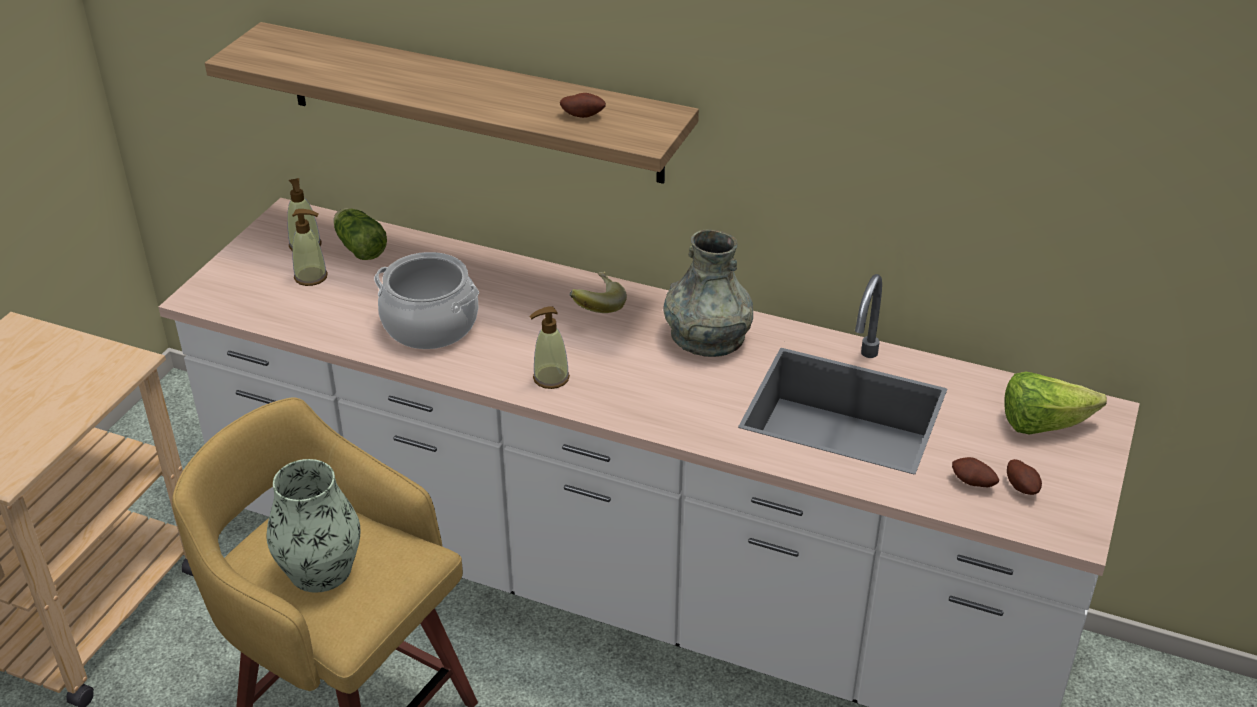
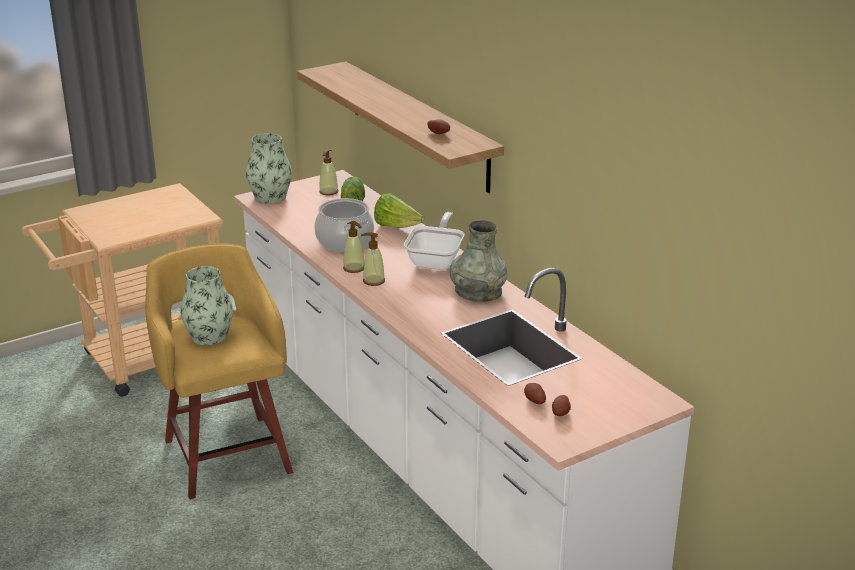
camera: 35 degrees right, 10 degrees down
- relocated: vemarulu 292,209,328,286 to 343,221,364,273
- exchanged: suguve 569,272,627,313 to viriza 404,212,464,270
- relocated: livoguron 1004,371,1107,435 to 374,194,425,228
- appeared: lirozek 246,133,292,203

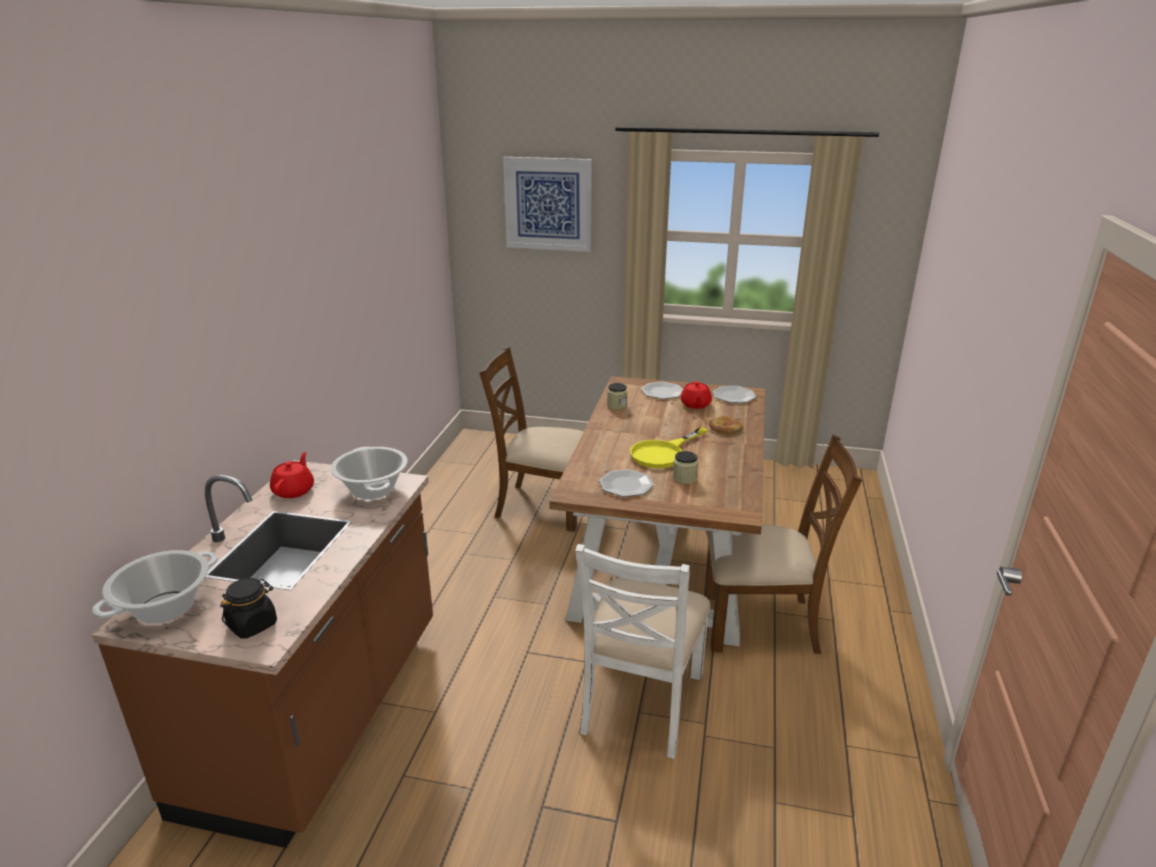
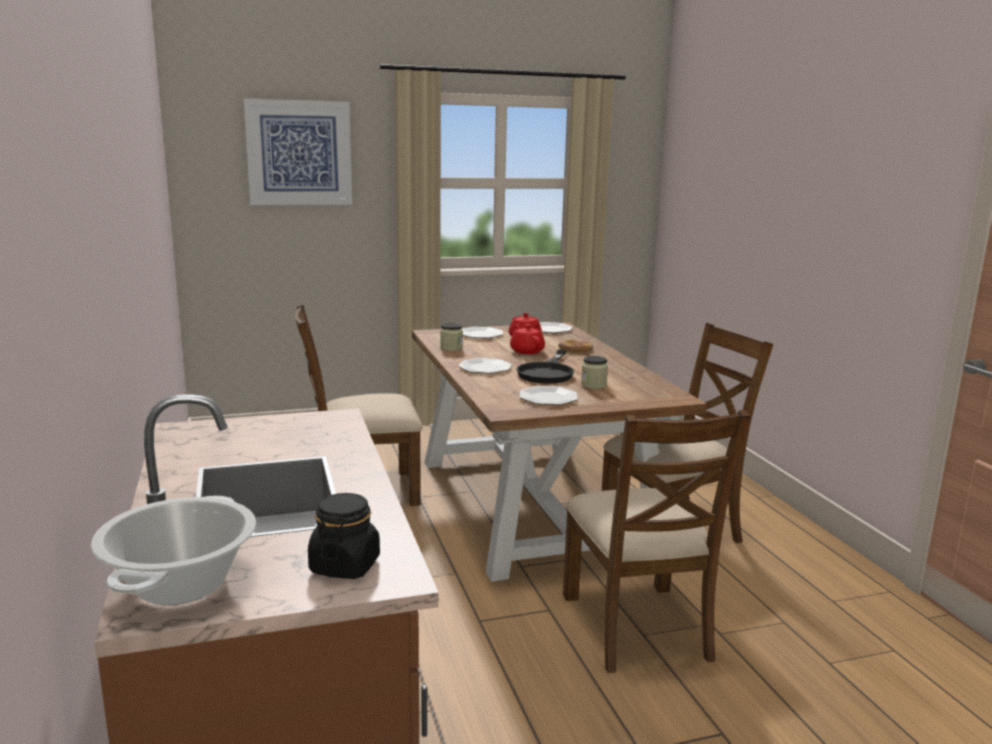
camera: 30 degrees left, 10 degrees down
- colour: yellow viriza 630,427,707,468 to black viriza 516,350,574,384
- missing: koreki 330,447,408,499
- relocated: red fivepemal 270,452,314,498 to 510,324,545,354
- colour: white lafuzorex 575,544,711,759 to brown lafuzorex 563,410,750,673
- appeared: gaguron 458,358,512,374

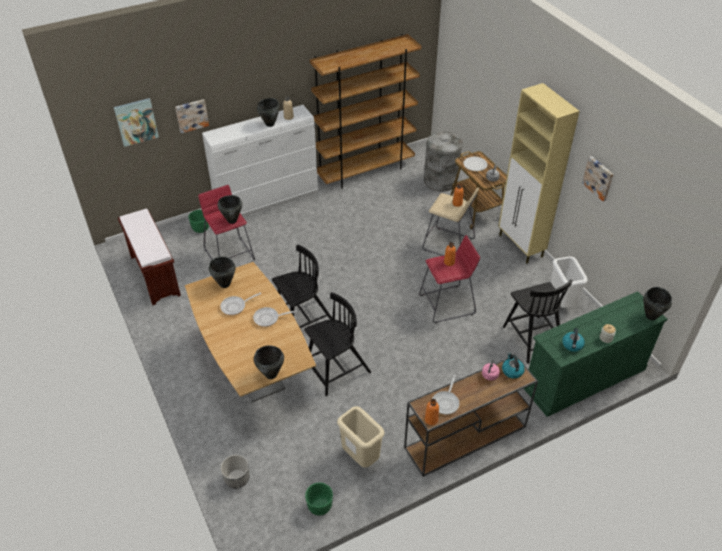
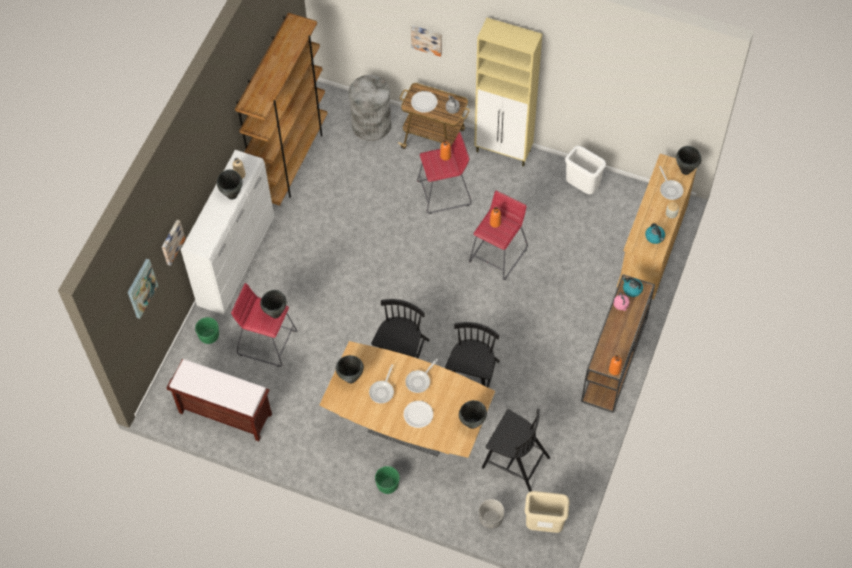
camera: 40 degrees left, 15 degrees up
- relocated: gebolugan 582,156,614,201 to 411,25,442,57
- colour: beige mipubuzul 422,188,479,256 to red mipubuzul 417,132,472,214
- relocated: black lafuzorex 503,279,573,364 to 482,409,550,492
- colour: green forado 523,291,667,417 to beige forado 617,154,697,299
- relocated: viriza 432,375,459,415 to 659,166,683,200
- relocated: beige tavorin 337,406,385,467 to 525,491,569,533
- relocated: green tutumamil 305,483,333,516 to 375,466,400,494
- appeared: white gaguron 404,401,433,428

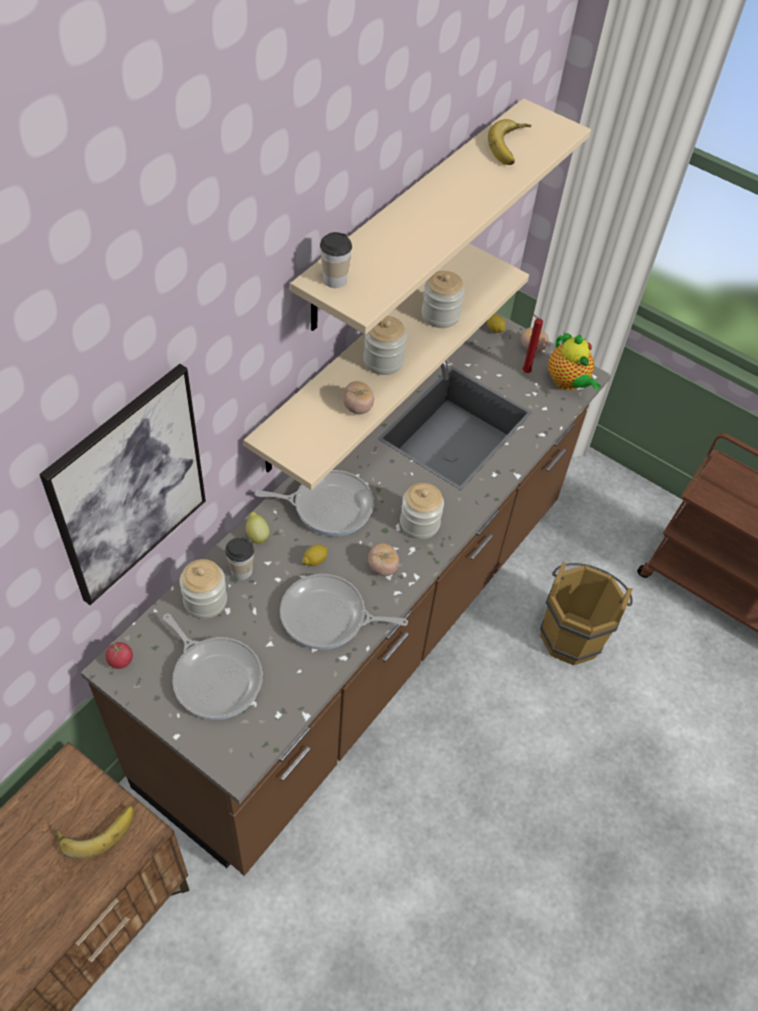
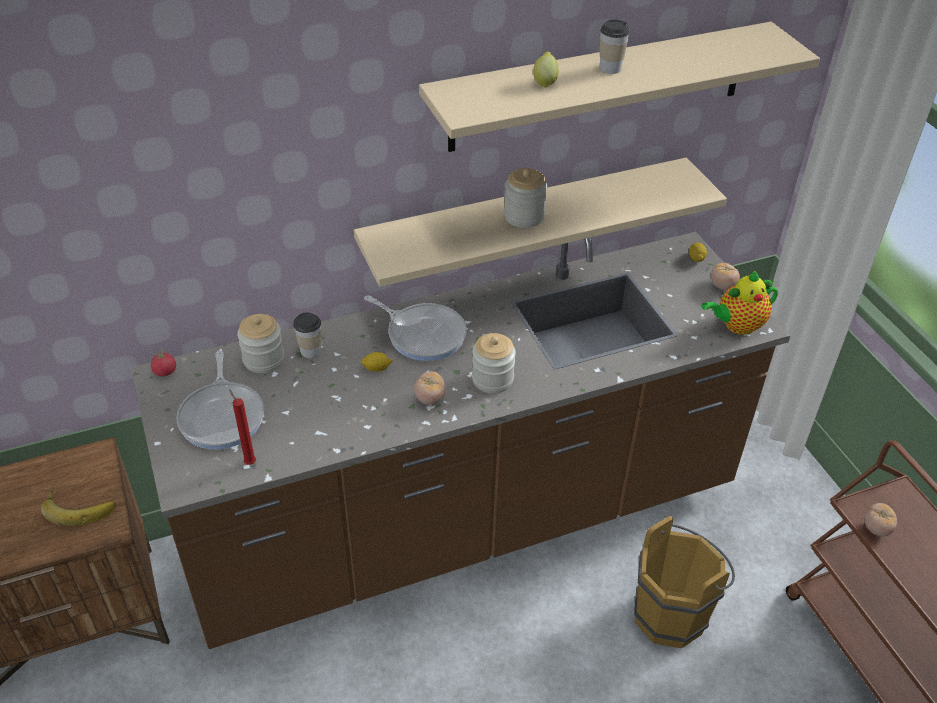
camera: 35 degrees right, 10 degrees down
- missing: suguve 488,119,531,165
- relocated: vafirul 320,232,352,288 to 600,19,630,74
- missing: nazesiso 422,271,465,328
- relocated: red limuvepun 522,313,543,373 to 229,389,256,465
- spun: fivepemal 548,332,601,391 = 702,271,778,335 60 degrees clockwise
- missing: gebolugan 39,364,206,605
- relocated: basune 343,381,374,414 to 864,503,897,537
- relocated: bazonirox 246,511,270,544 to 533,52,559,88
- missing: viriza 280,574,408,650

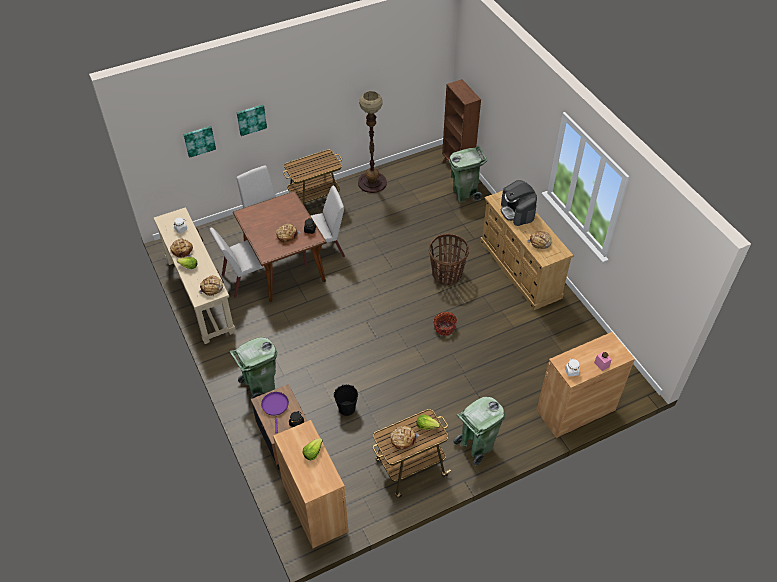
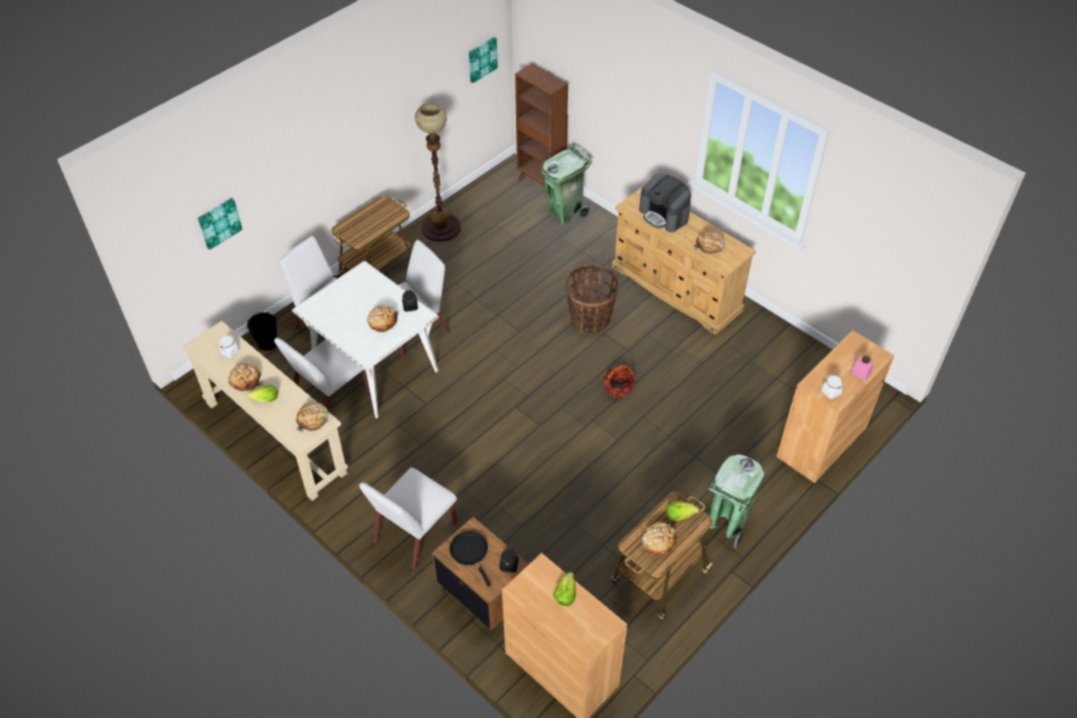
camera: 20 degrees left, 0 degrees up
- relocated: gebolugan 237,105,267,136 to 469,37,498,83
- colour: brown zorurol 233,191,327,302 to white zorurol 292,260,439,418
- exchanged: green tavorin 230,337,277,399 to white lafuzorex 359,467,457,570
- relocated: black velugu 334,384,358,416 to 247,312,277,351
- colour: purple viriza 261,392,289,433 to black viriza 450,531,491,587

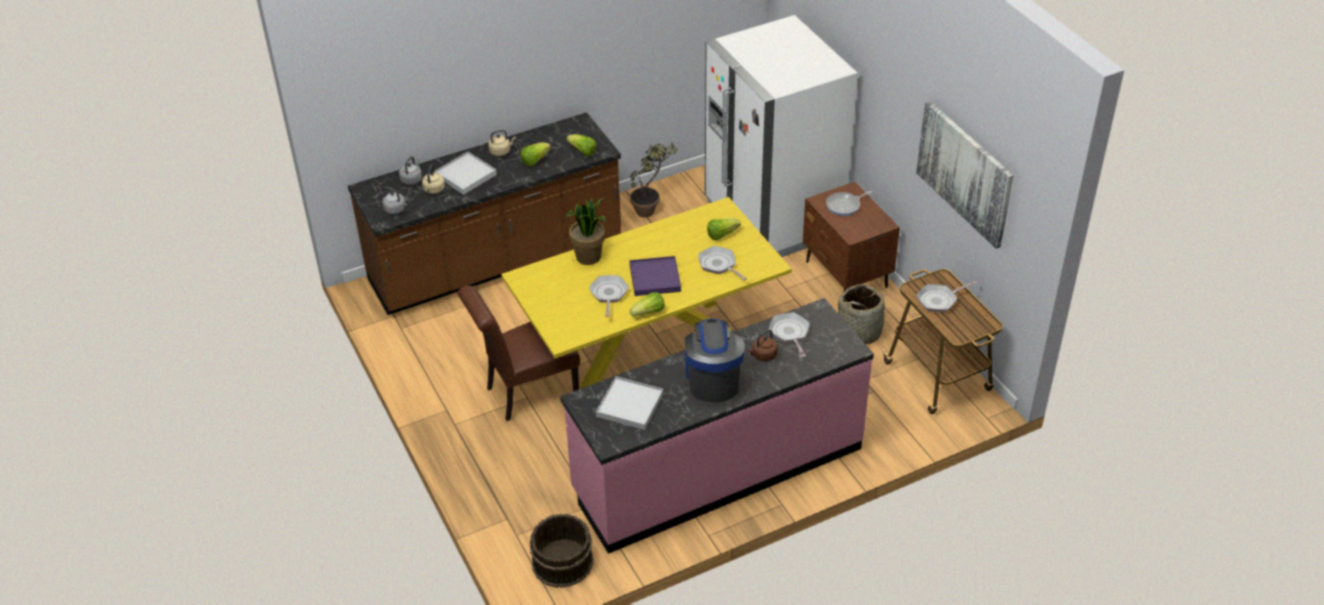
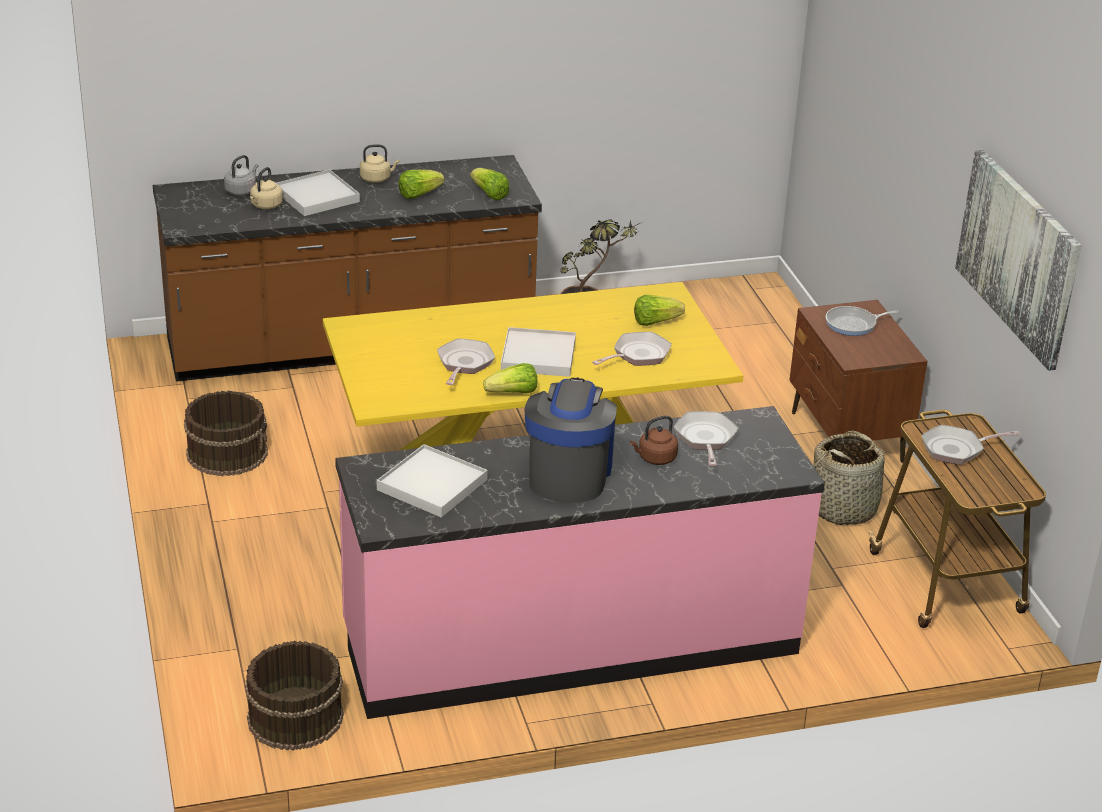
camera: 10 degrees right, 10 degrees down
- missing: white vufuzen 705,15,857,257
- missing: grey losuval 382,187,407,214
- missing: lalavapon 566,198,605,265
- spun: viriza 698,246,747,281 = 592,332,672,366 75 degrees clockwise
- colour: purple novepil 629,256,681,296 to white novepil 501,327,576,377
- missing: brown lafuzorex 458,285,580,421
- appeared: brown velugu 184,391,268,476

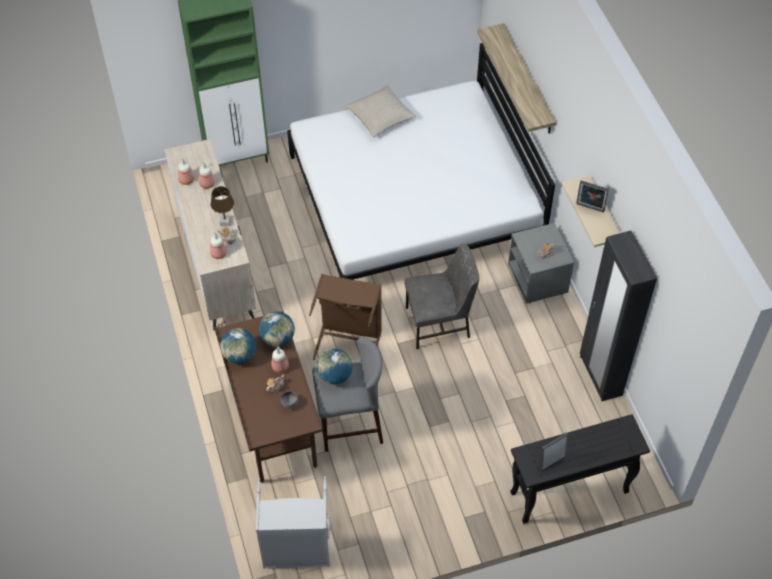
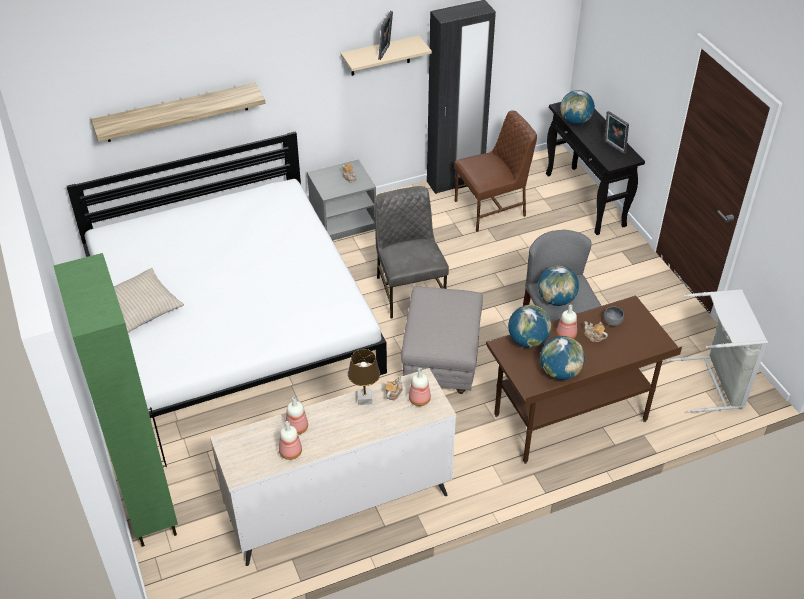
camera: 95 degrees left, 10 degrees down
- exchanged: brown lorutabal 309,274,382,360 to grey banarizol 401,287,483,394
- appeared: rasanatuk 560,90,595,125
- appeared: brown lafuzorex 454,111,537,232

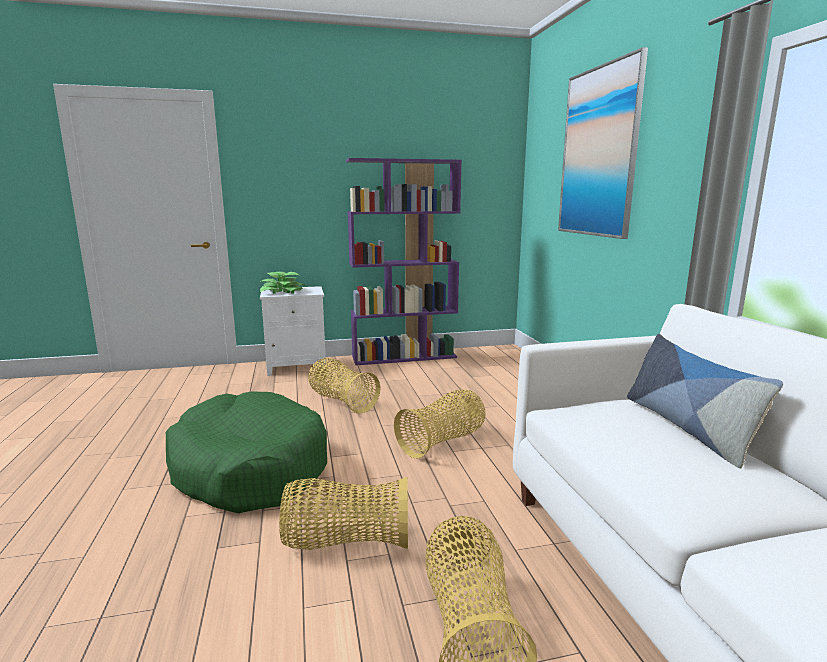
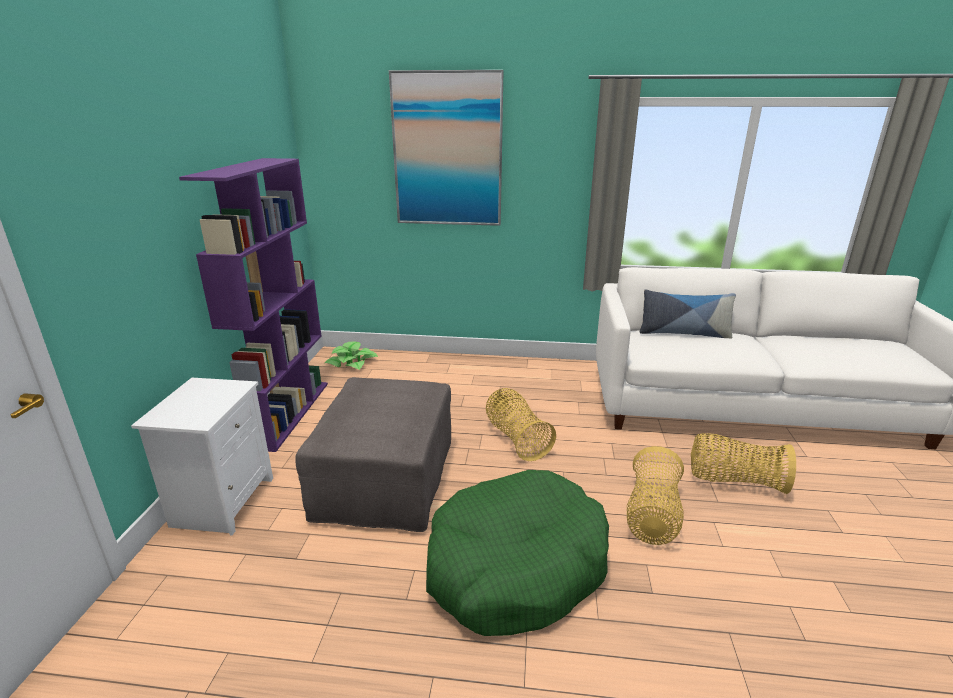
camera: 70 degrees left, 10 degrees up
- relocated: lalavapon 260,272,305,294 to 325,341,378,370
- exchanged: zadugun 308,358,380,414 to grey banarizol 295,377,451,532

